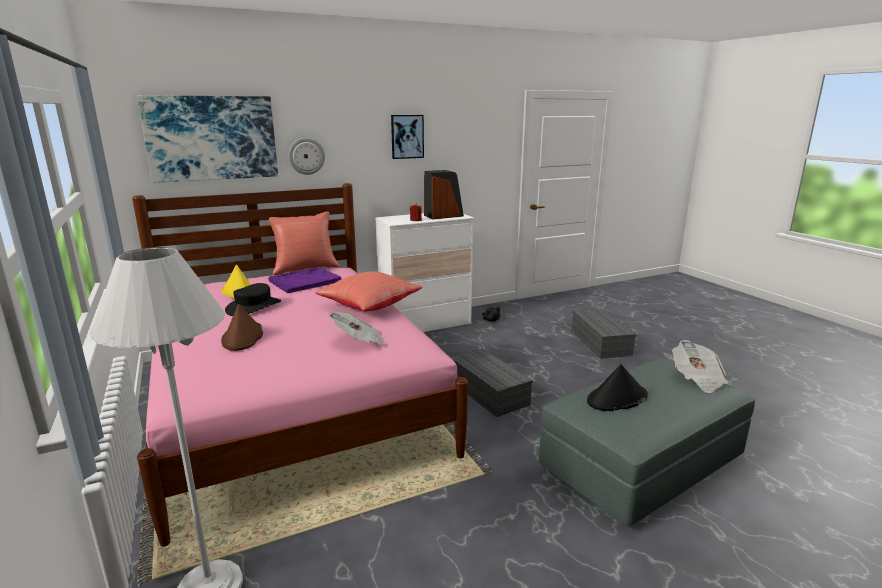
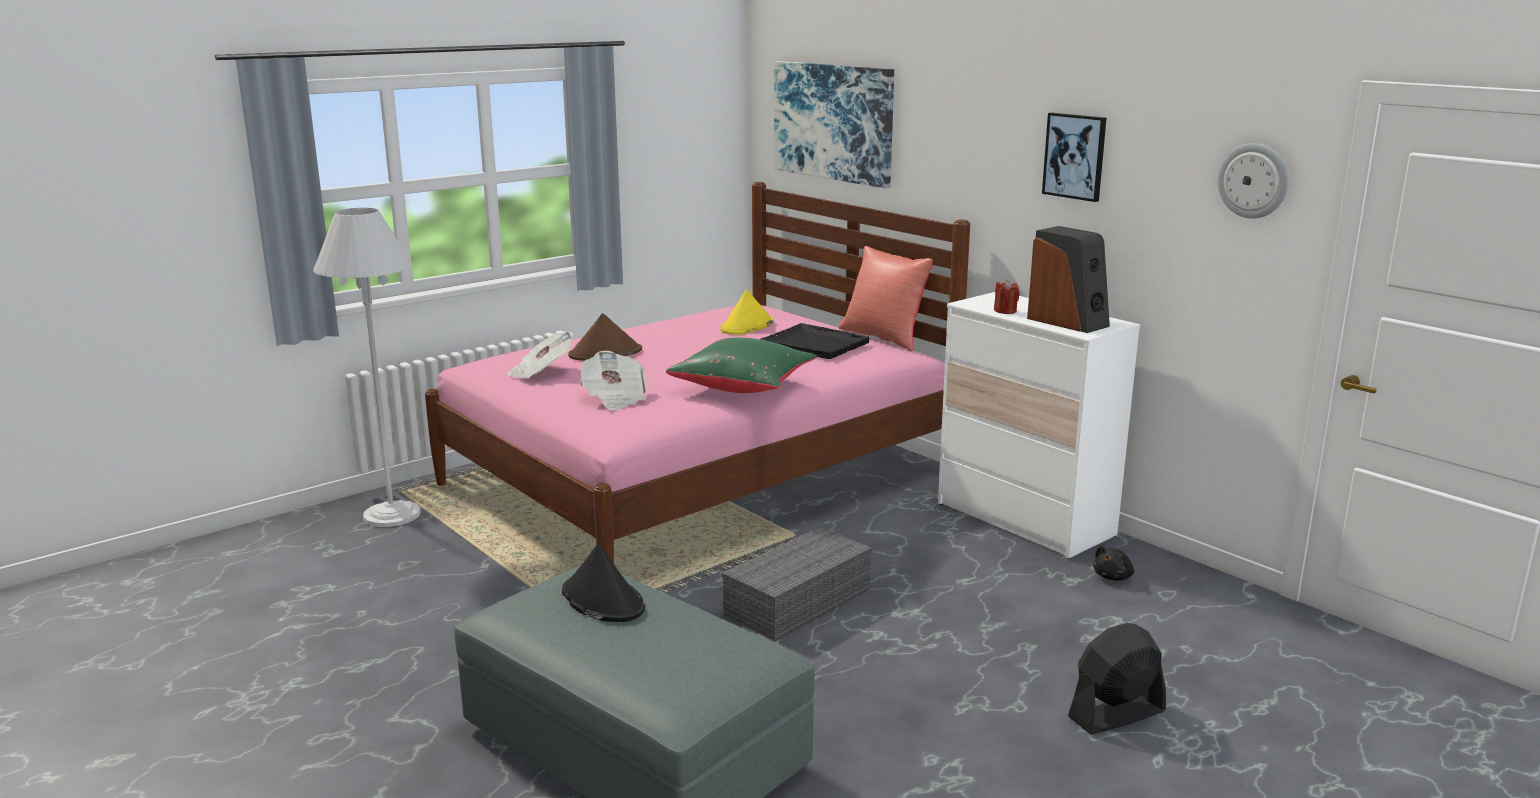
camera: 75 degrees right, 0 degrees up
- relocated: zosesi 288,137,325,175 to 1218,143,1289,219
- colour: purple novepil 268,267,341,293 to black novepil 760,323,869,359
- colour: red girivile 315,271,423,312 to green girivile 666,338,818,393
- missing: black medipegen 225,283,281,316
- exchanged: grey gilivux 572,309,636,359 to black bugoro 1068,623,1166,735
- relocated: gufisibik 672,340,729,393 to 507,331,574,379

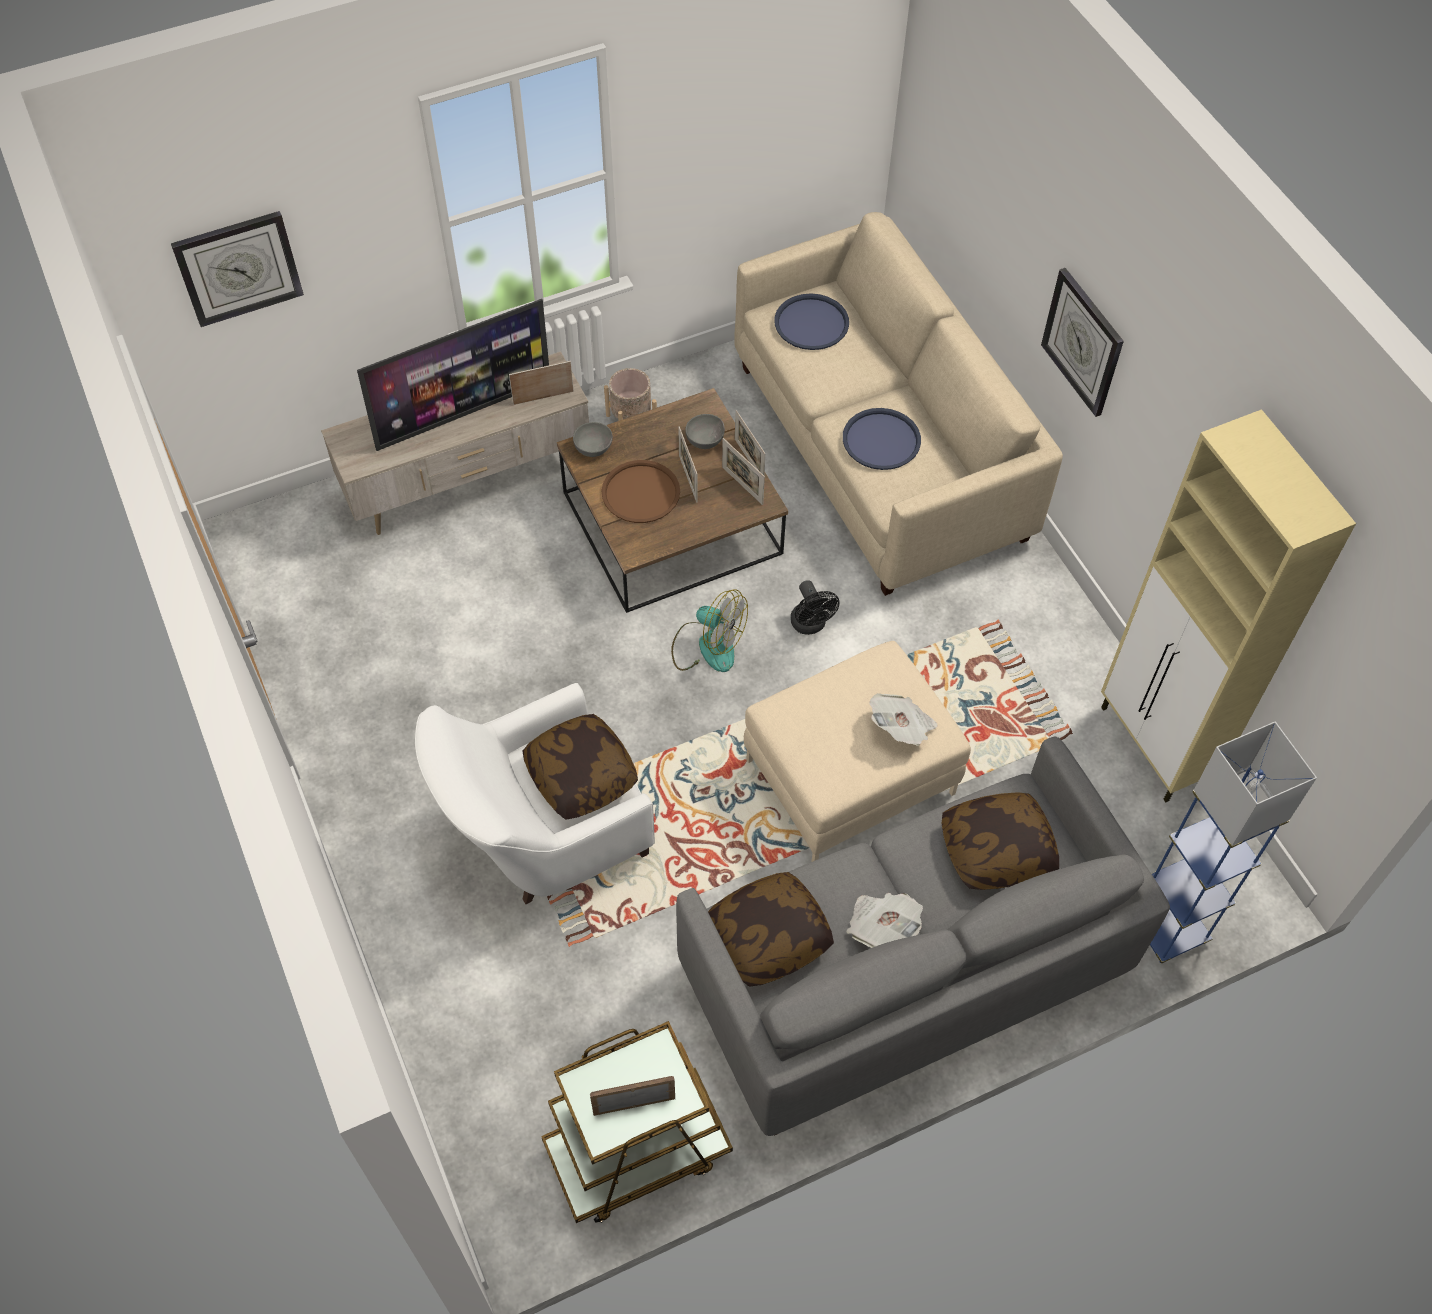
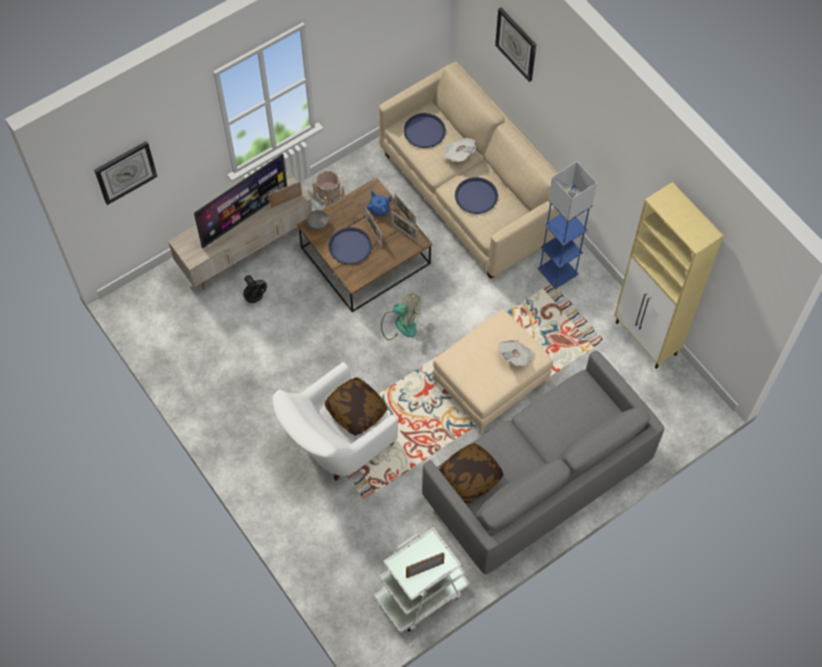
camera: 10 degrees left, 5 degrees up
- relocated: zosesi 1041,268,1124,417 to 495,8,536,82
- exchanged: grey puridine 685,414,725,449 to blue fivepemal 366,190,392,217
- colour: brown novepil 601,460,680,523 to blue novepil 329,227,372,265
- relocated: black bugoro 791,580,840,635 to 243,275,267,303
- relocated: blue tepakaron 1150,721,1317,963 to 538,162,597,290
- missing: girivile 942,792,1059,890
- relocated: gufisibik 846,893,923,948 to 443,138,476,162
- colour: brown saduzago 541,1021,733,1223 to white saduzago 374,528,470,633

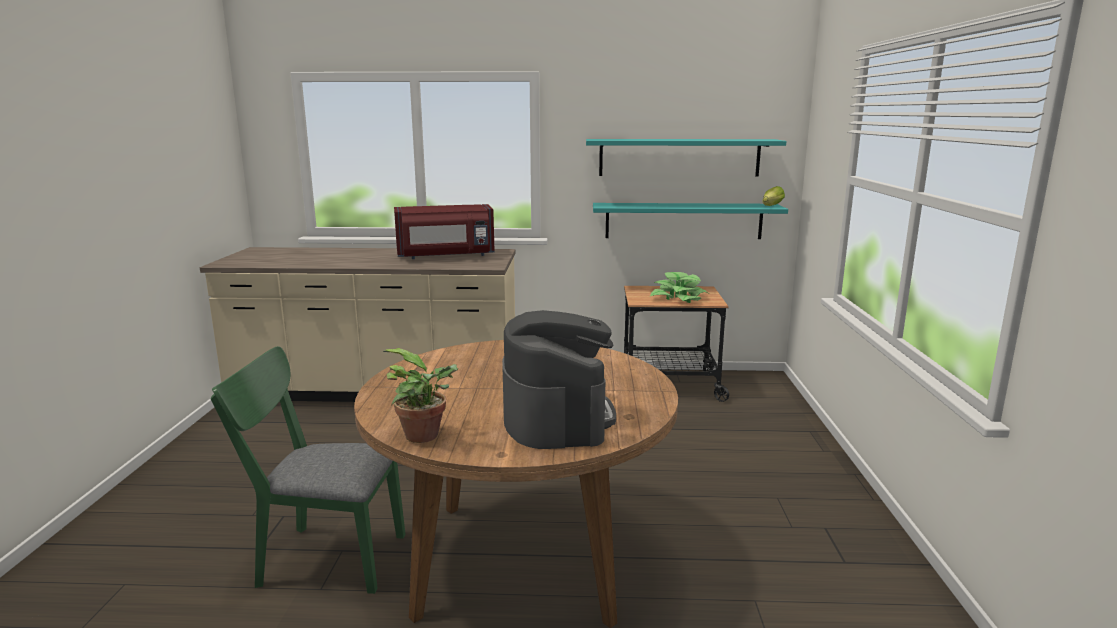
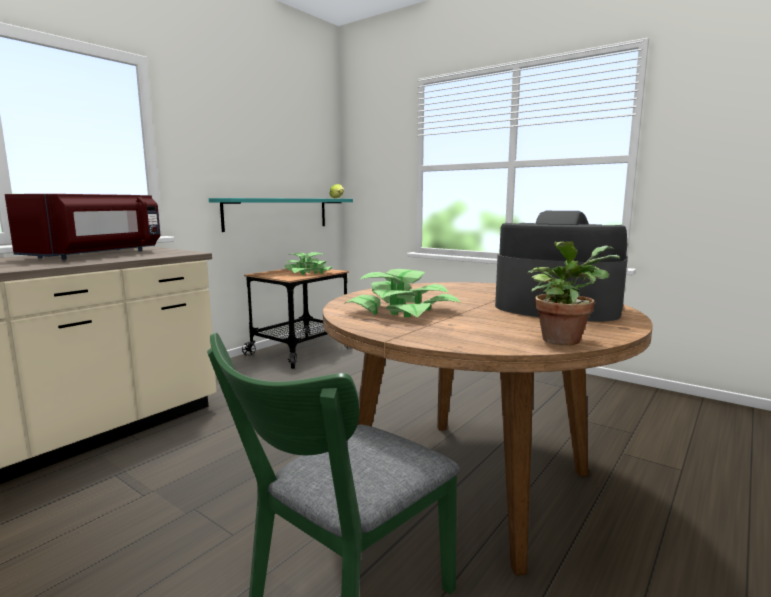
camera: 55 degrees left, 5 degrees down
- missing: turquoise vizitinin 586,139,786,177
- appeared: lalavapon 344,269,460,317

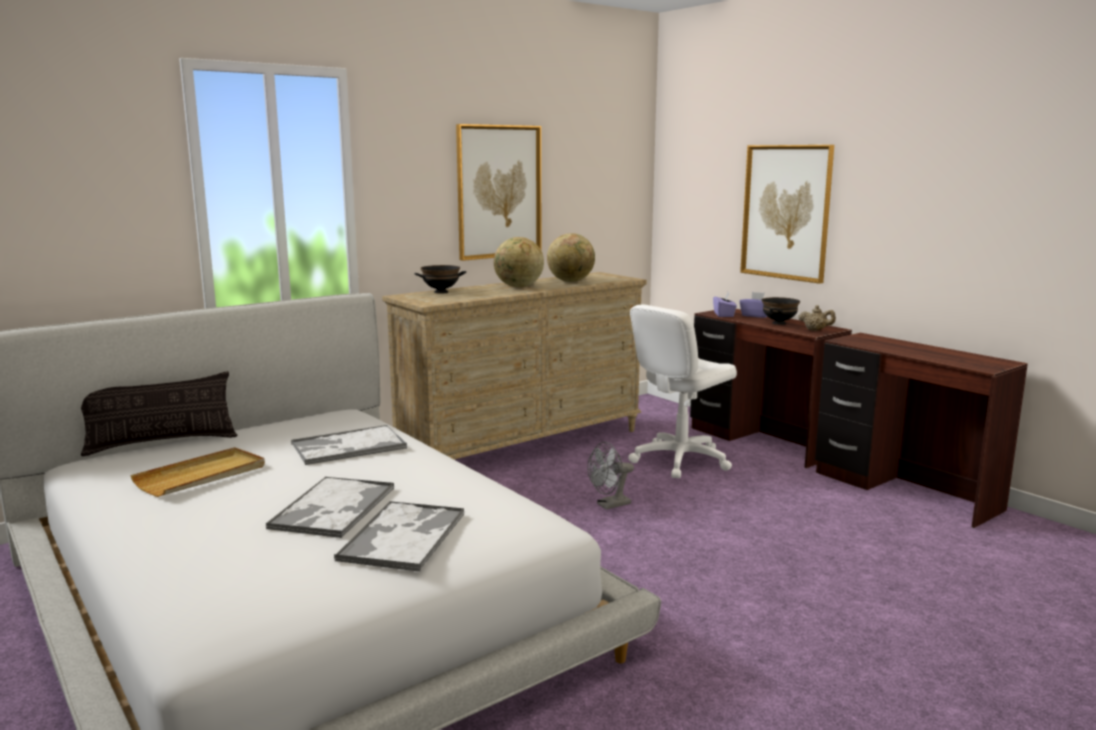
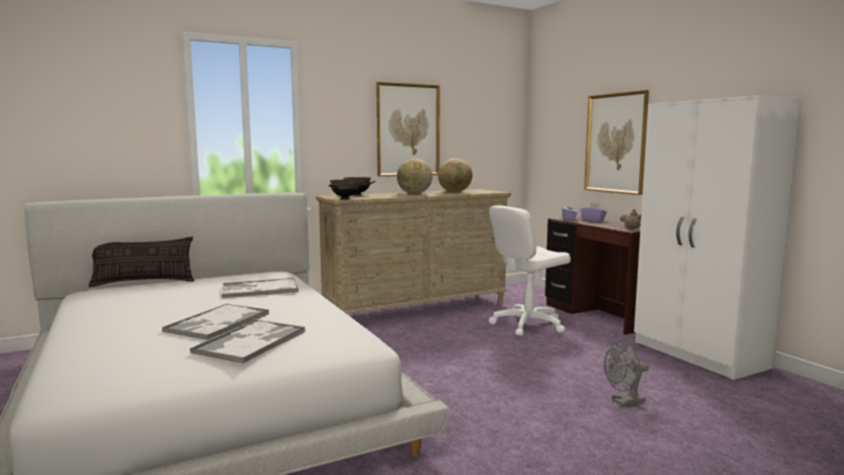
camera: 10 degrees right, 5 degrees down
- relocated: black puridine 762,297,800,325 to 329,180,360,200
- exchanged: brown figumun 815,333,1028,528 to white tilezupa 634,95,802,380
- relocated: grey bugoro 587,442,634,510 to 604,341,649,406
- missing: beige novepil 130,447,265,497

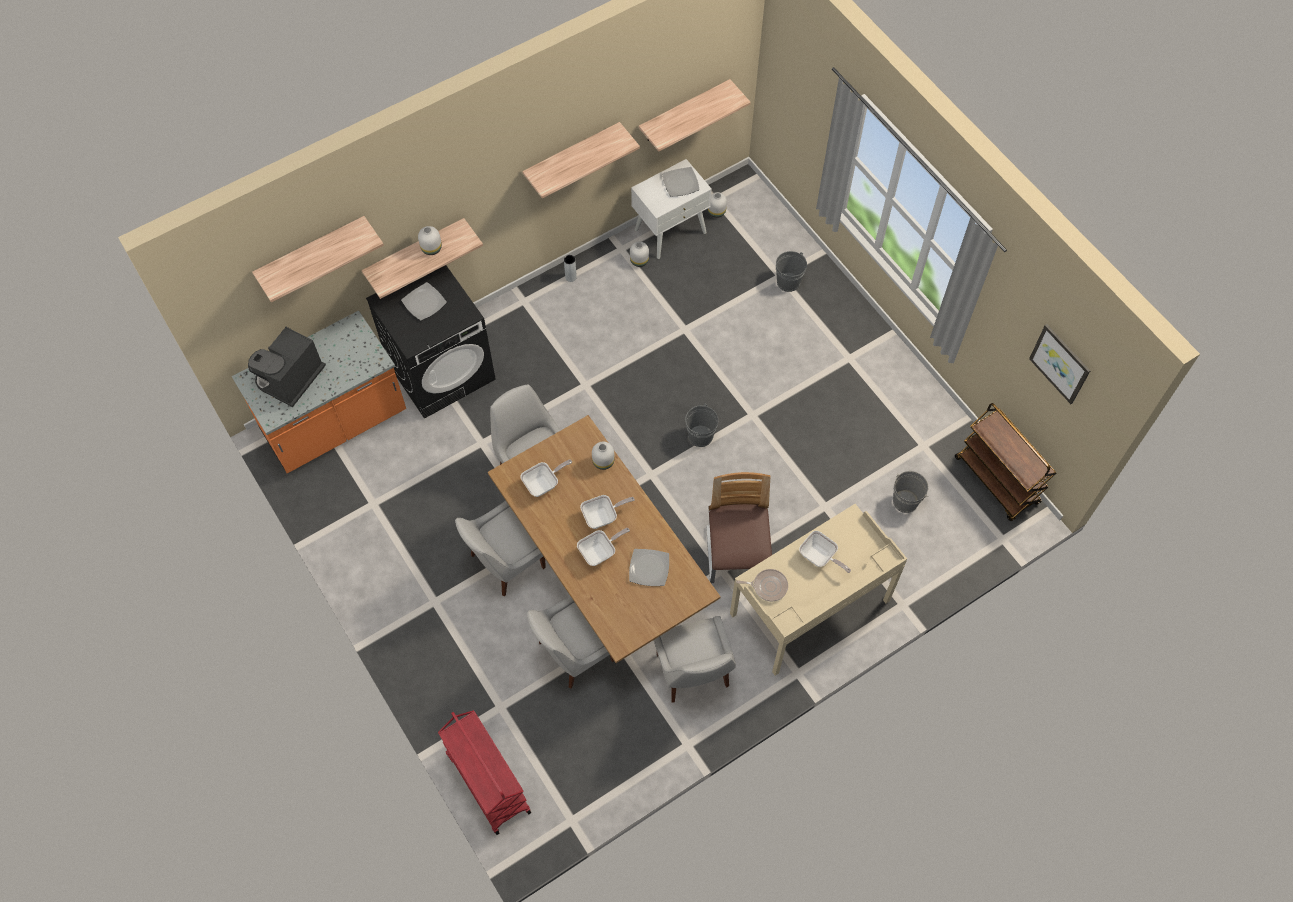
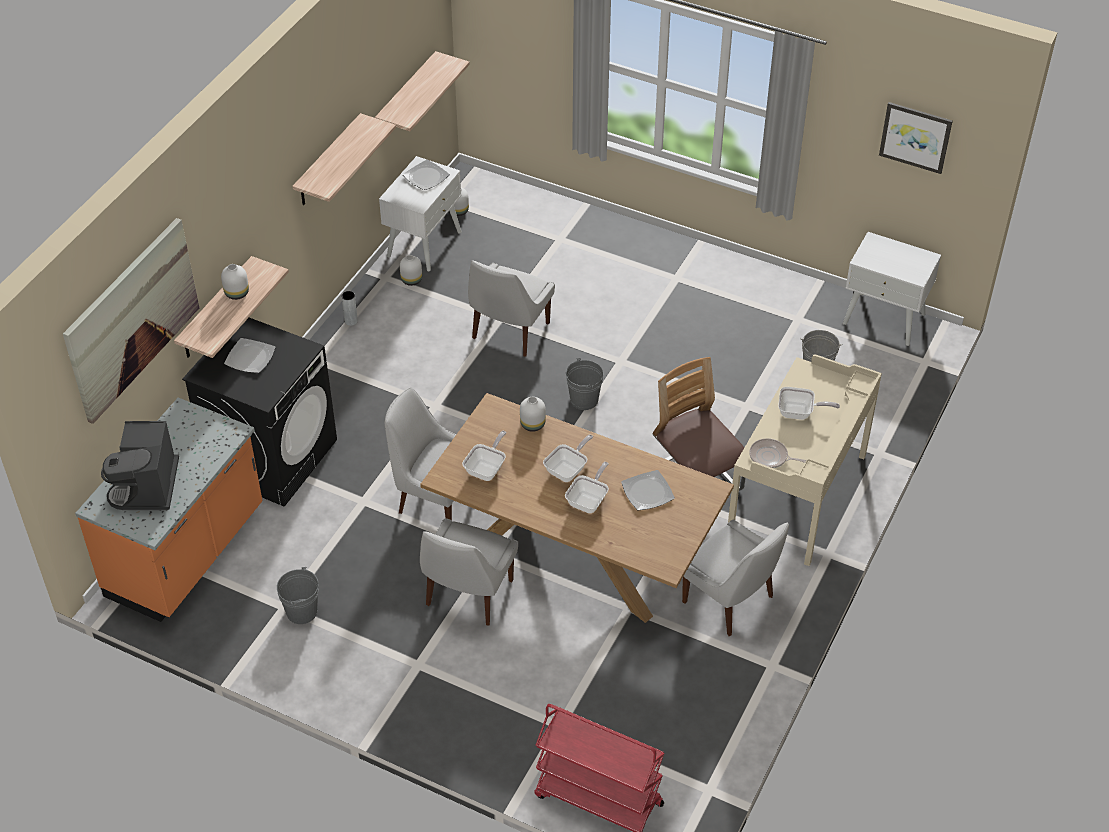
camera: 30 degrees left, 15 degrees down
- exchanged: vizitinin 252,216,384,302 to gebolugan 63,218,199,424
- relocated: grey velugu 776,251,807,292 to 277,567,319,624
- exchanged: brown saduzago 955,403,1056,521 to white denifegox 843,232,941,346
- spun: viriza 736,569,788,601 = 749,438,806,468 135 degrees counterclockwise
- relocated: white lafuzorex 527,596,614,689 to 468,260,555,356

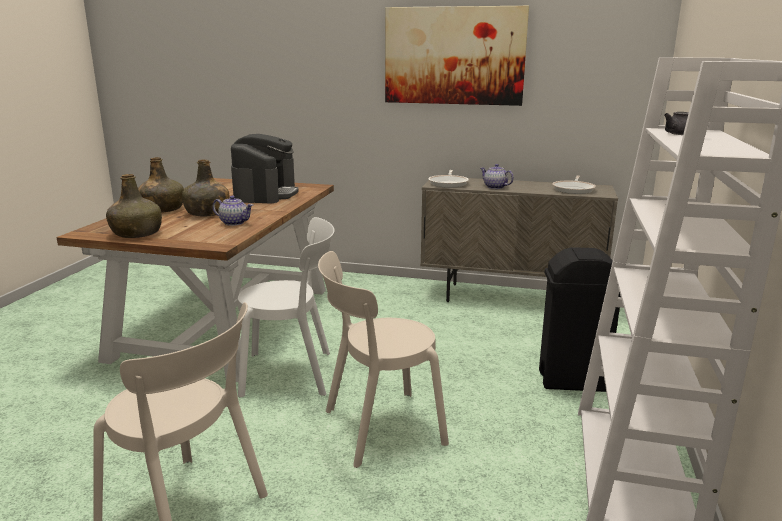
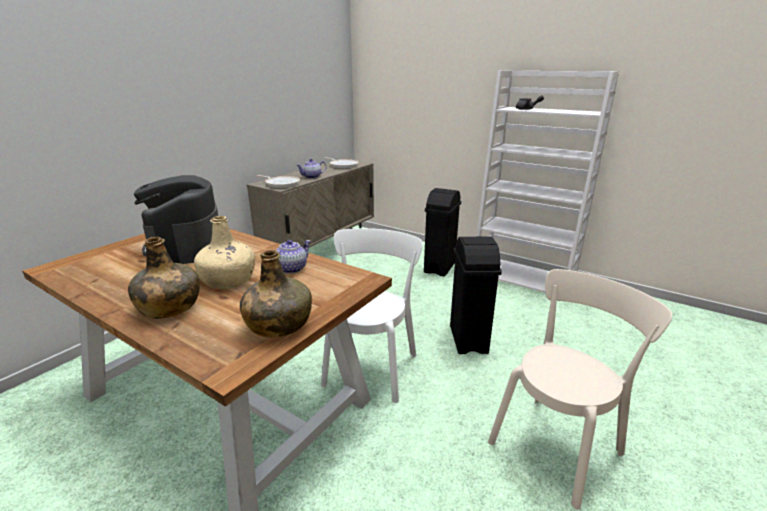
camera: 70 degrees left, 5 degrees up
- missing: gebolugan 385,6,529,106
- spun: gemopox 231,134,299,204 = 134,175,218,264 135 degrees counterclockwise
- colour: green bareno 182,160,230,217 to beige bareno 194,216,255,289
- exchanged: beige lafuzorex 318,251,449,468 to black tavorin 450,237,502,354

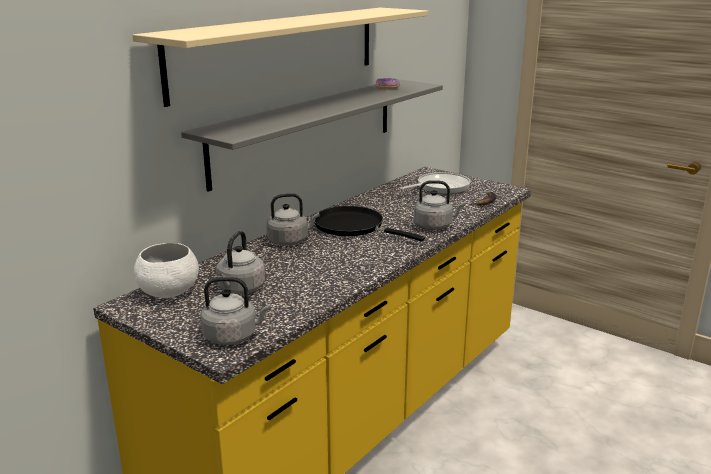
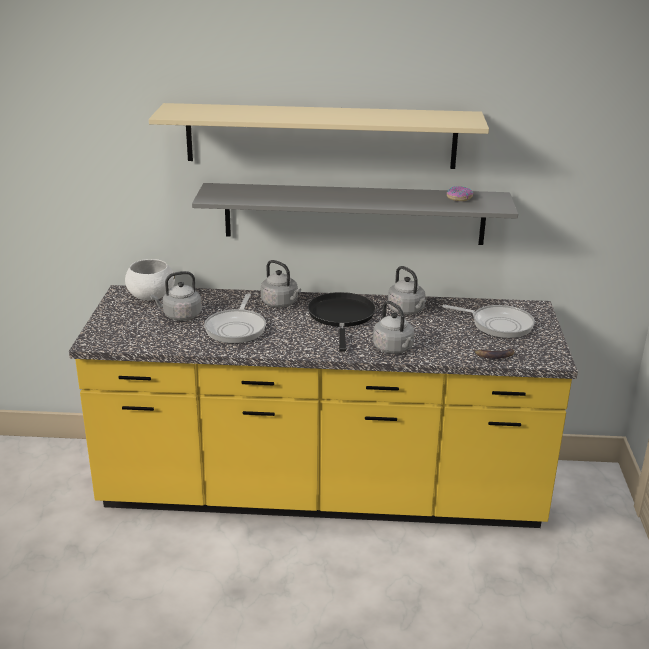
camera: 55 degrees right, 5 degrees up
- relocated: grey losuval 200,277,271,345 to 388,266,427,315
- appeared: viriza 204,294,266,343

